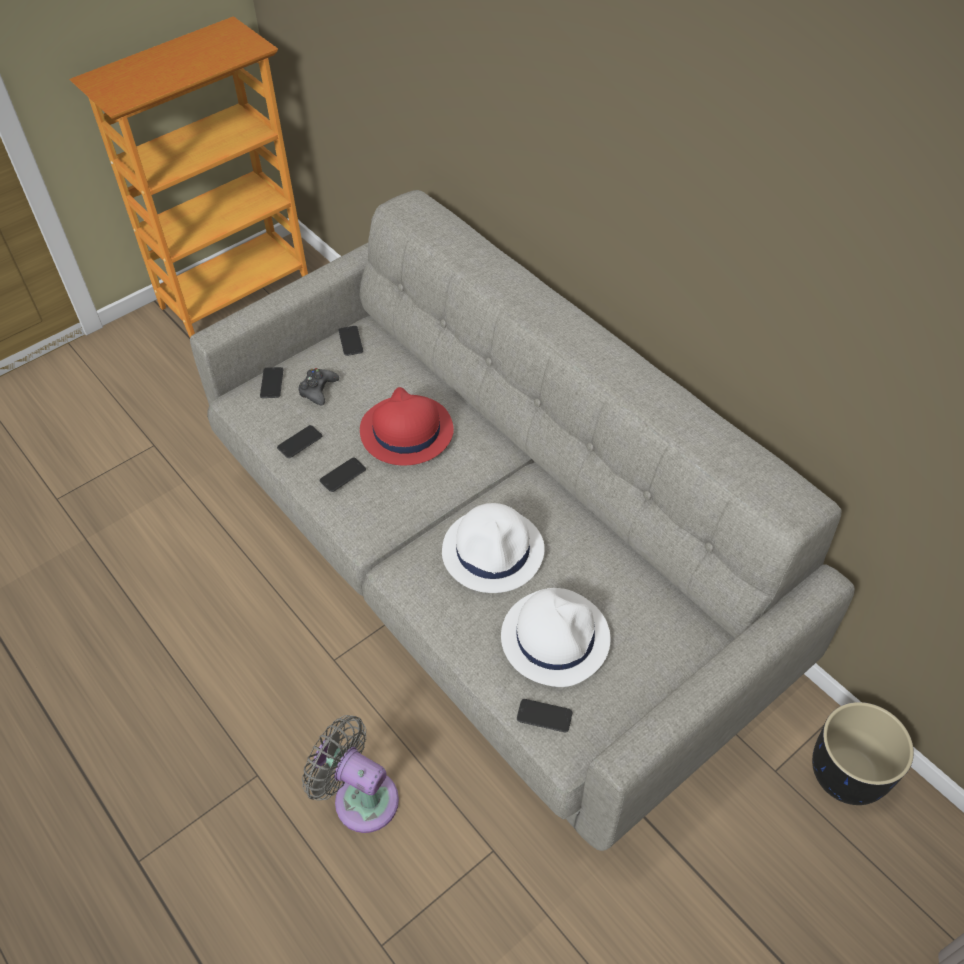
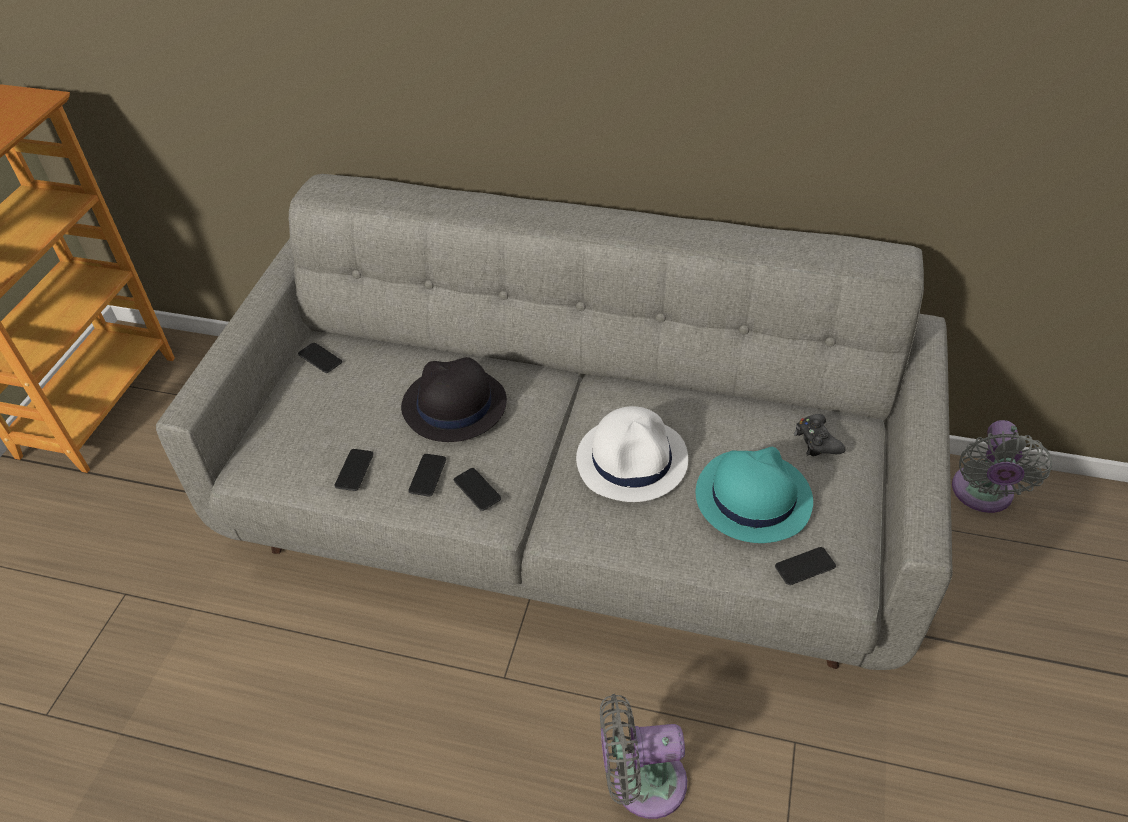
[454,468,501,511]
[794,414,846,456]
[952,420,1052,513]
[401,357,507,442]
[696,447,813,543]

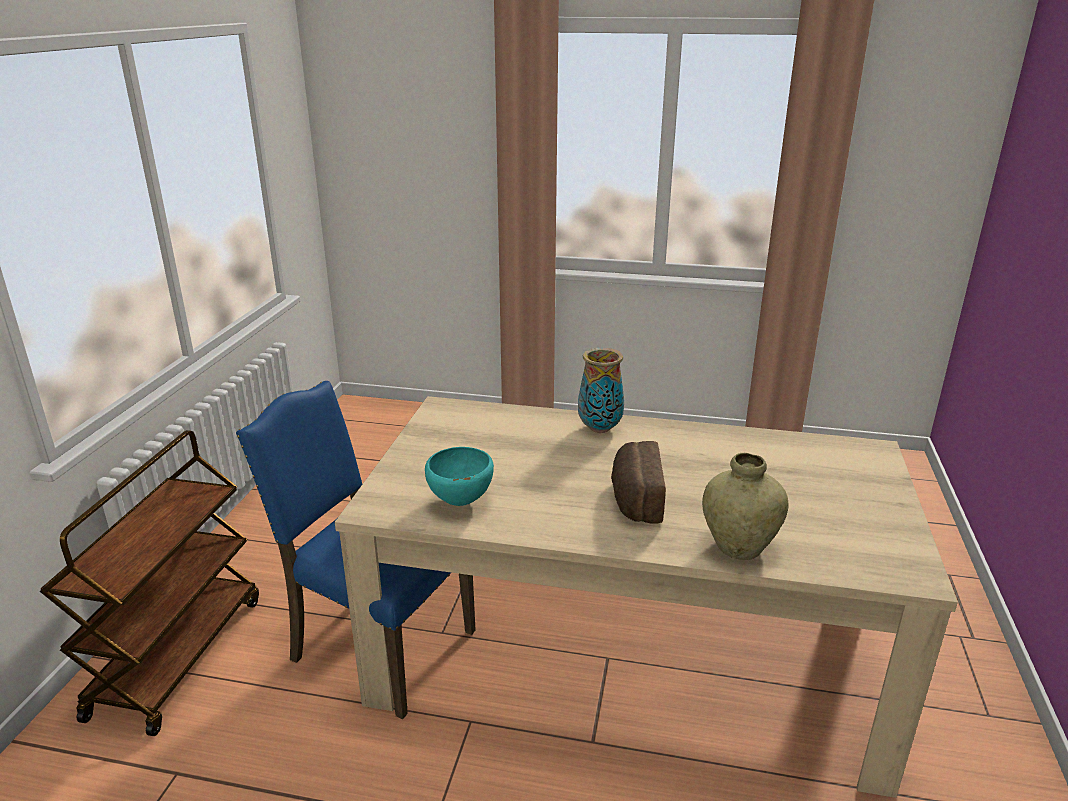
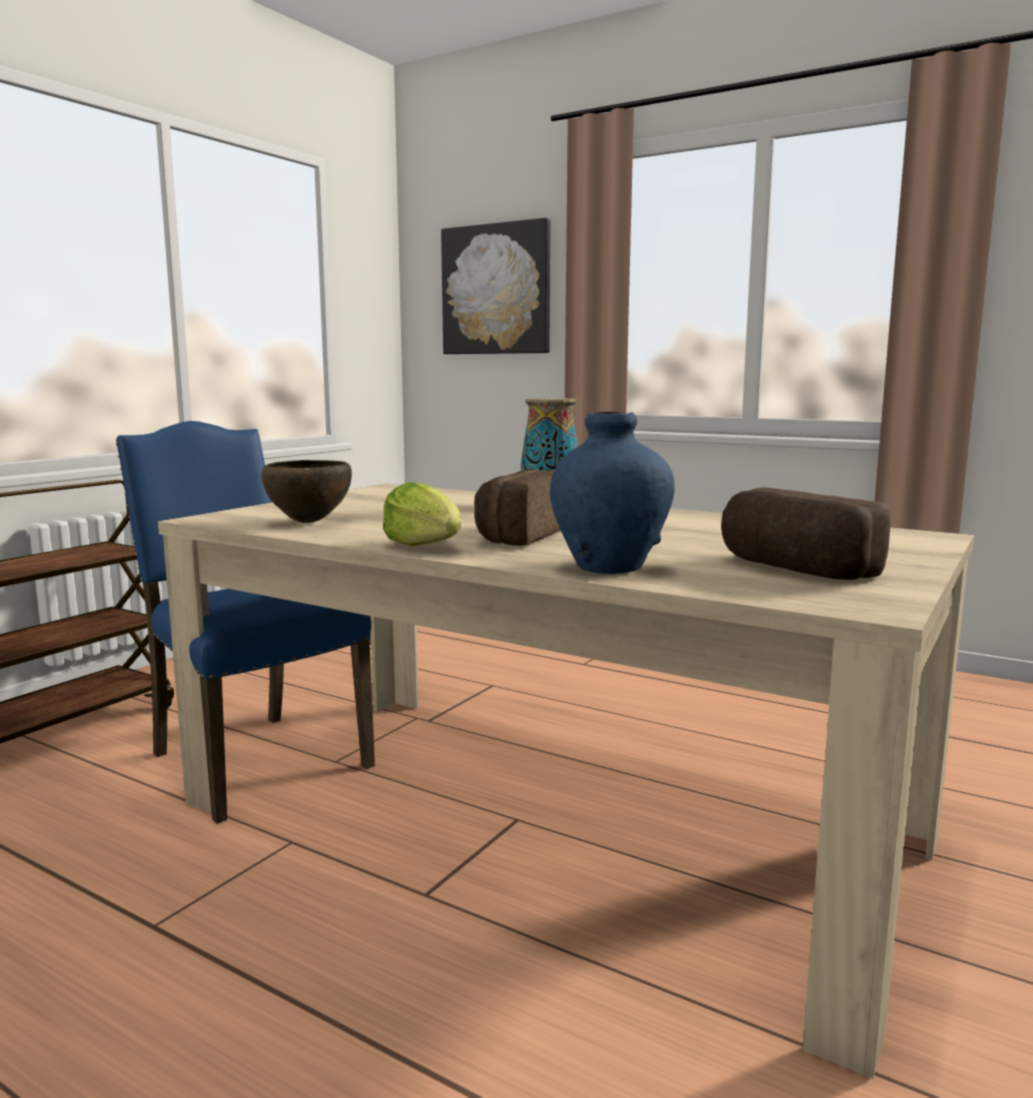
[383,482,461,546]
[441,218,550,354]
[721,487,890,580]
[261,460,352,523]
[550,411,675,574]

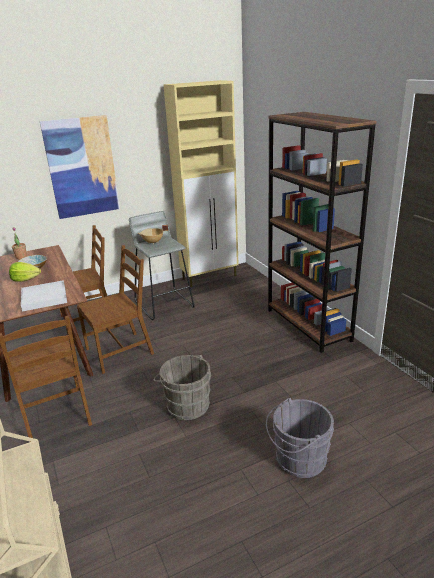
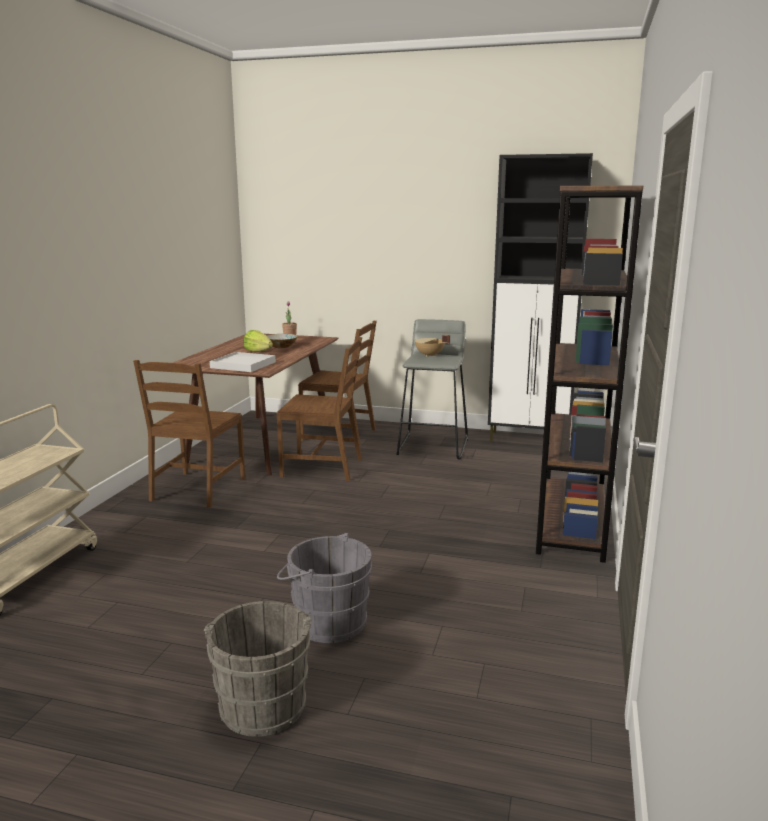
[40,115,120,219] (first image)
[204,601,312,737]
[488,153,593,442]

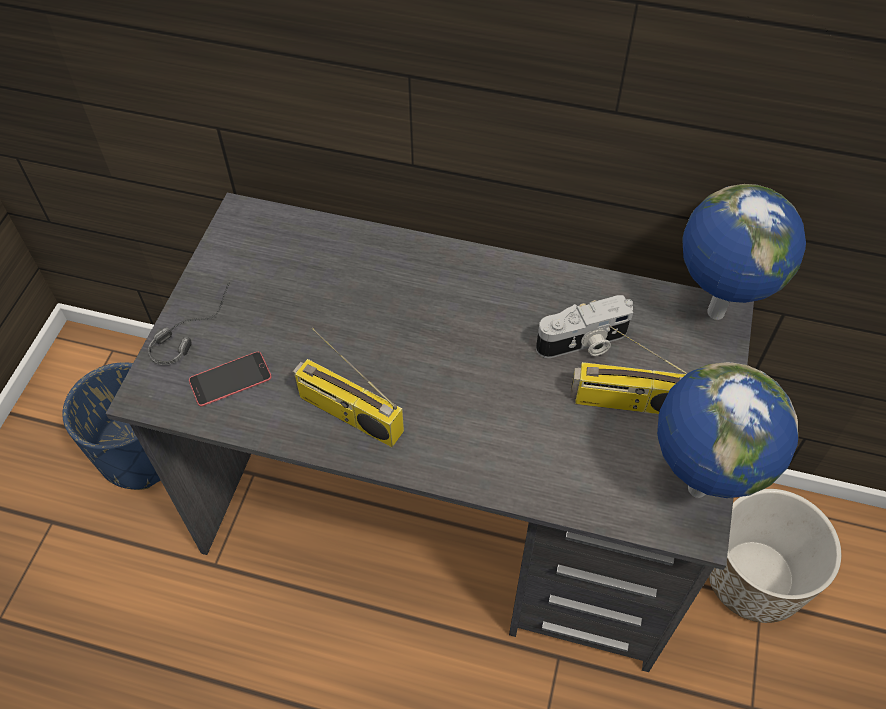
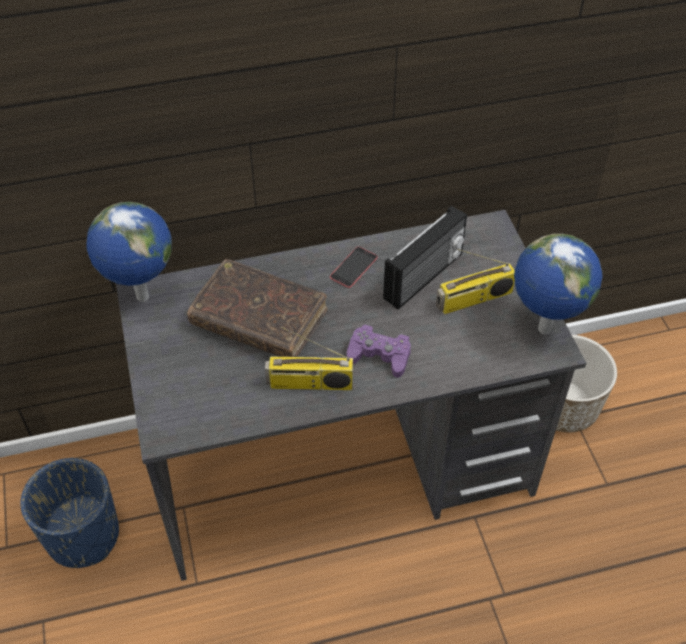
[148,282,230,365] (first image)
[187,259,328,357]
[347,324,411,378]
[330,247,378,288]
[86,202,172,302]
[383,206,467,310]

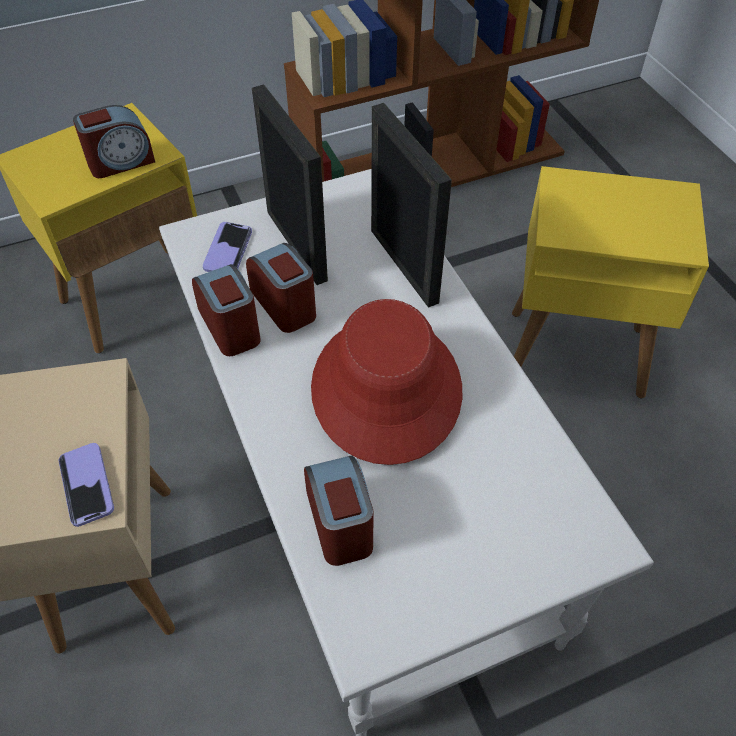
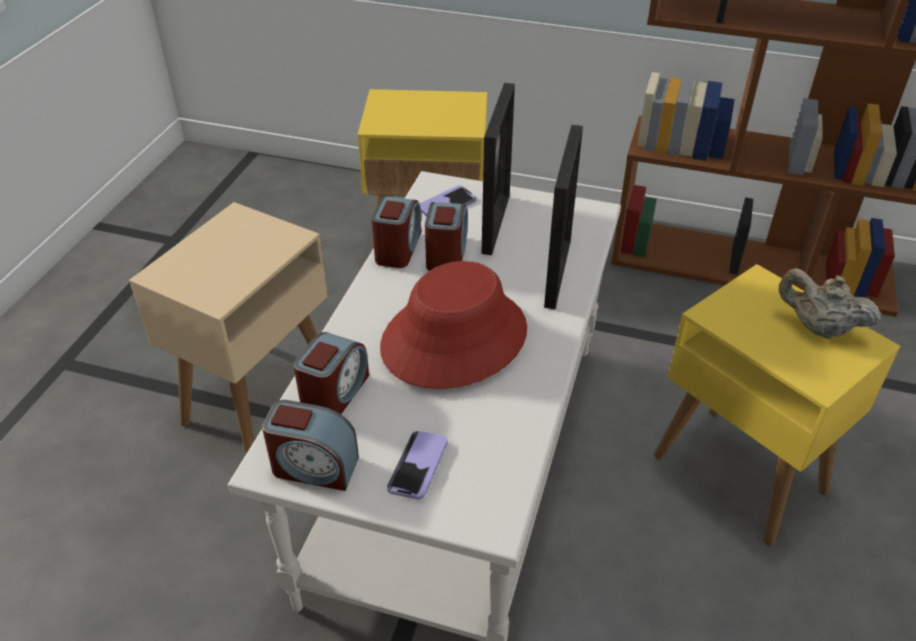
[779,268,881,339]
[387,431,448,499]
[262,400,359,491]

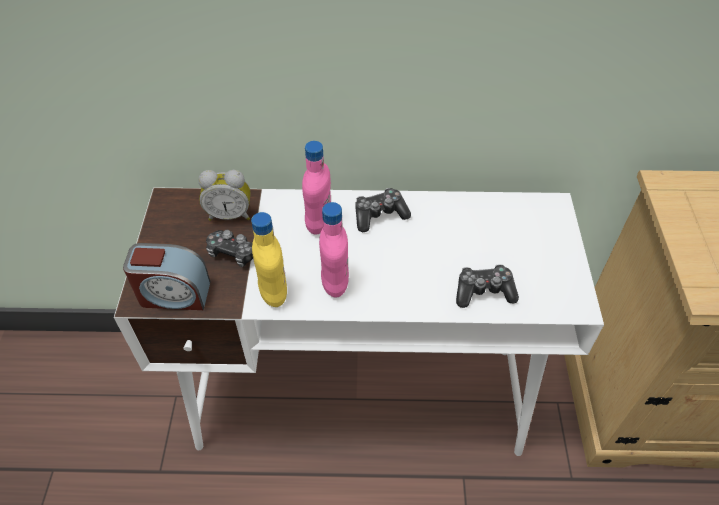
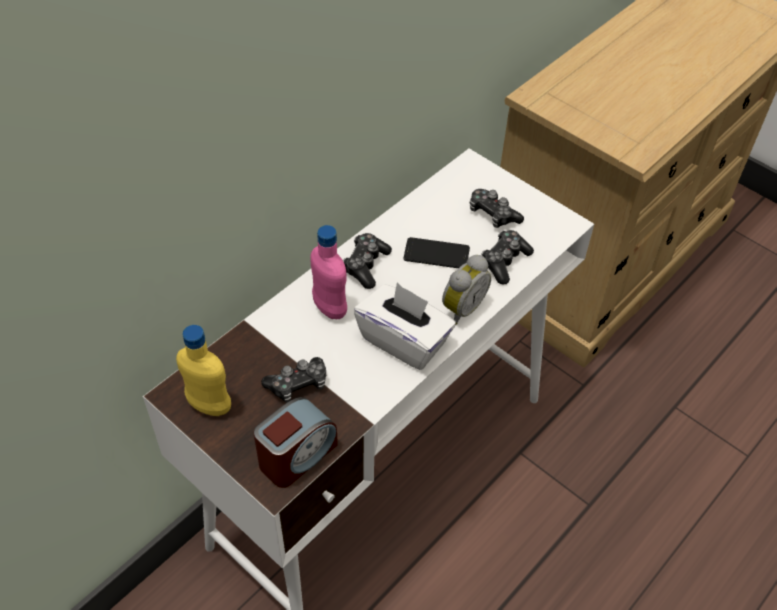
[403,237,470,268]
[470,189,524,228]
[442,255,491,325]
[176,325,231,416]
[354,283,456,370]

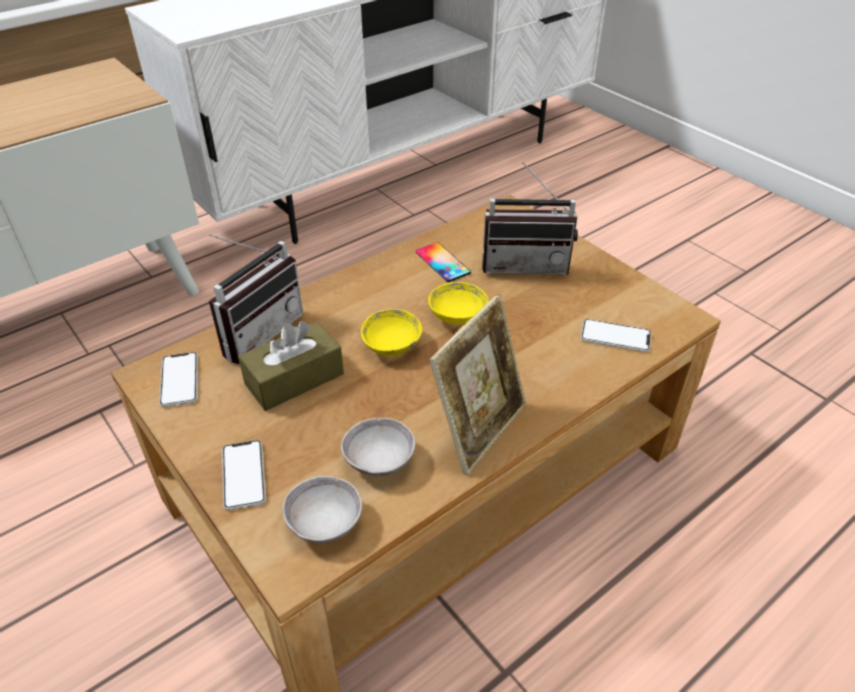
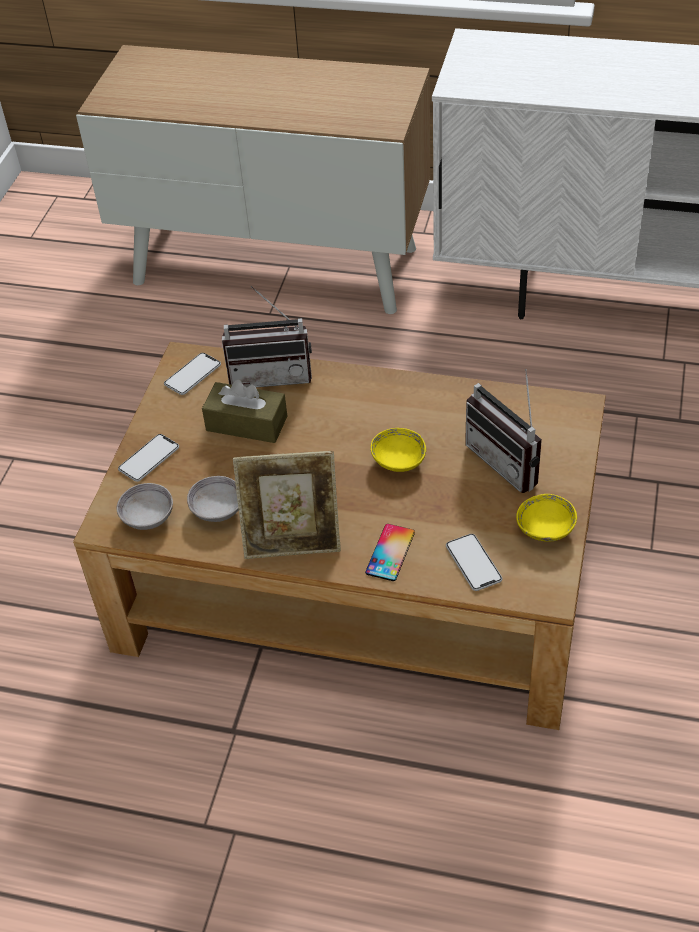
[516,494,577,542]
[365,524,415,581]

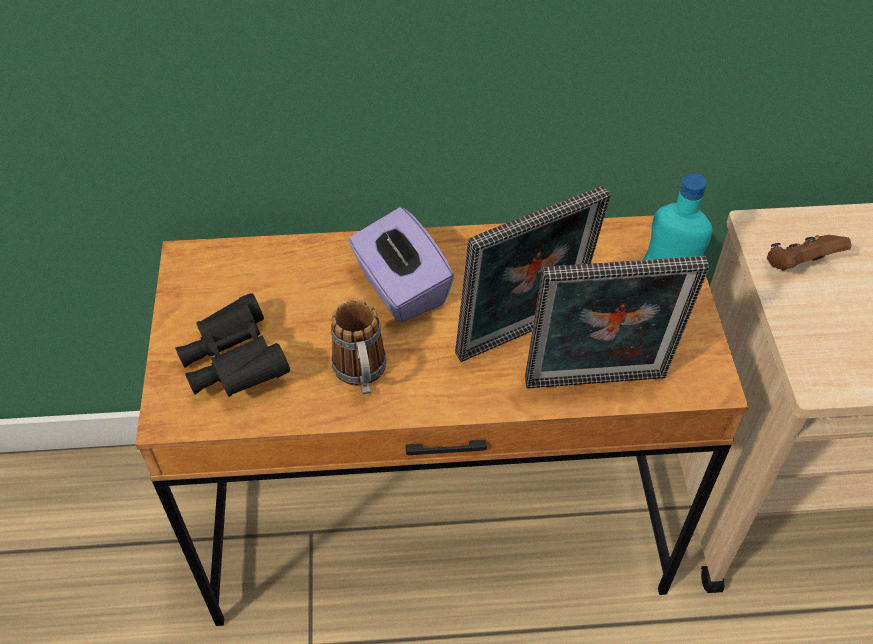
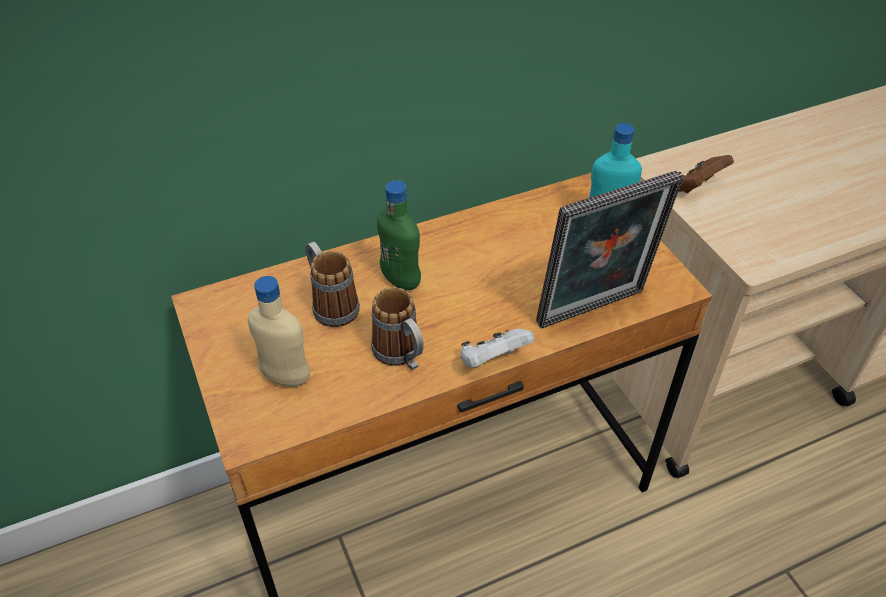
[455,186,611,362] (first image)
[306,242,360,327]
[460,329,535,368]
[248,276,310,387]
[377,180,421,290]

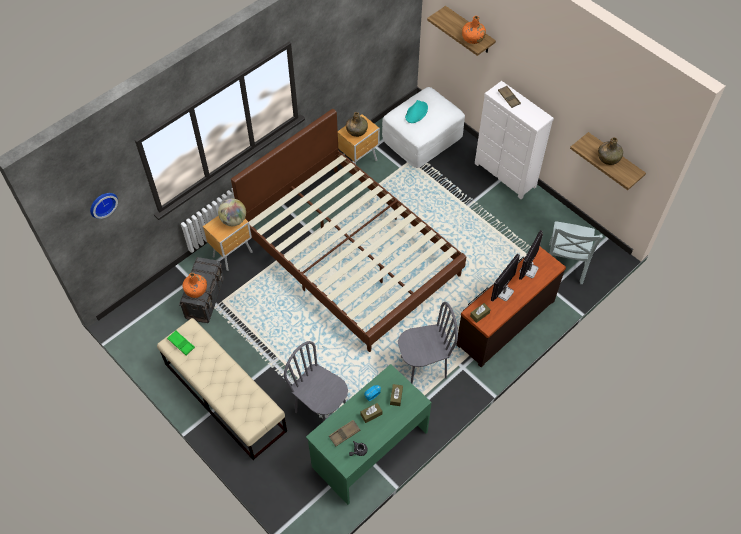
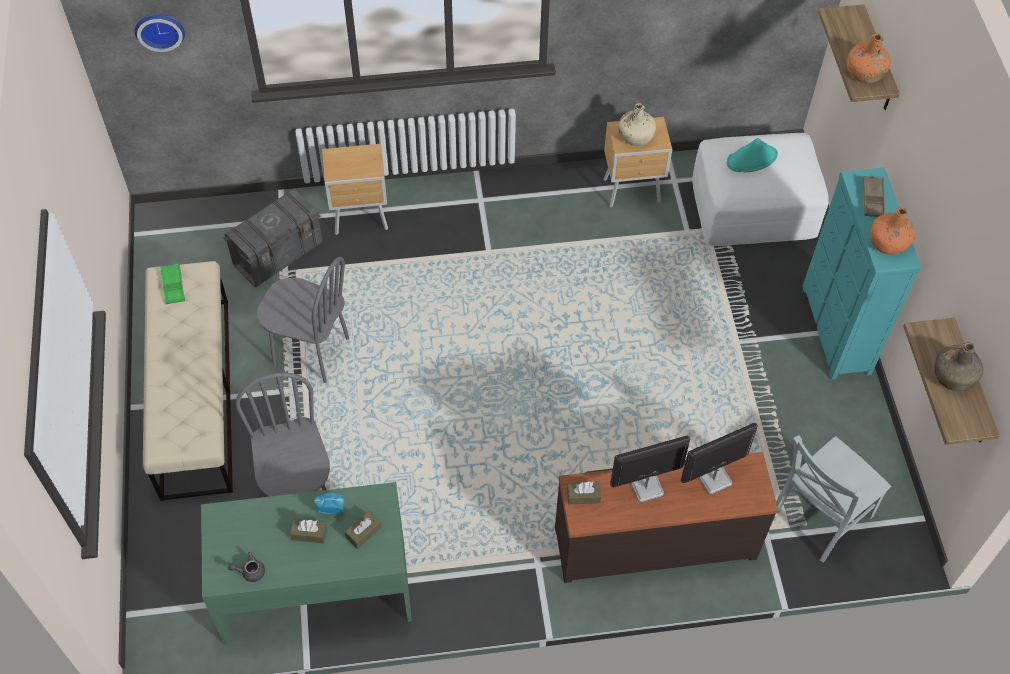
[218,199,246,226] (first image)
[231,109,466,352] (first image)
[329,420,360,447] (first image)
[870,207,916,255]
[257,257,349,383]
[618,103,656,146]
[802,167,922,380]

